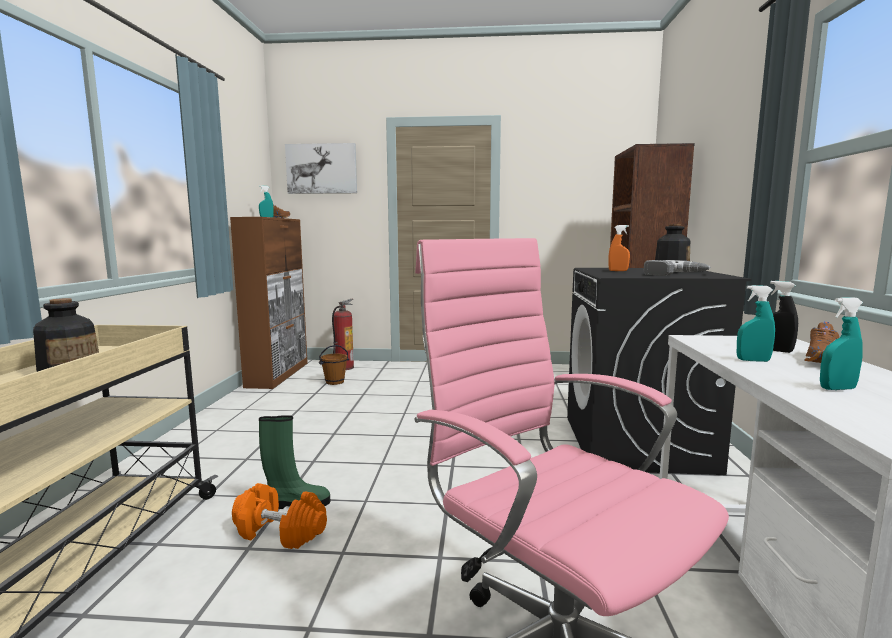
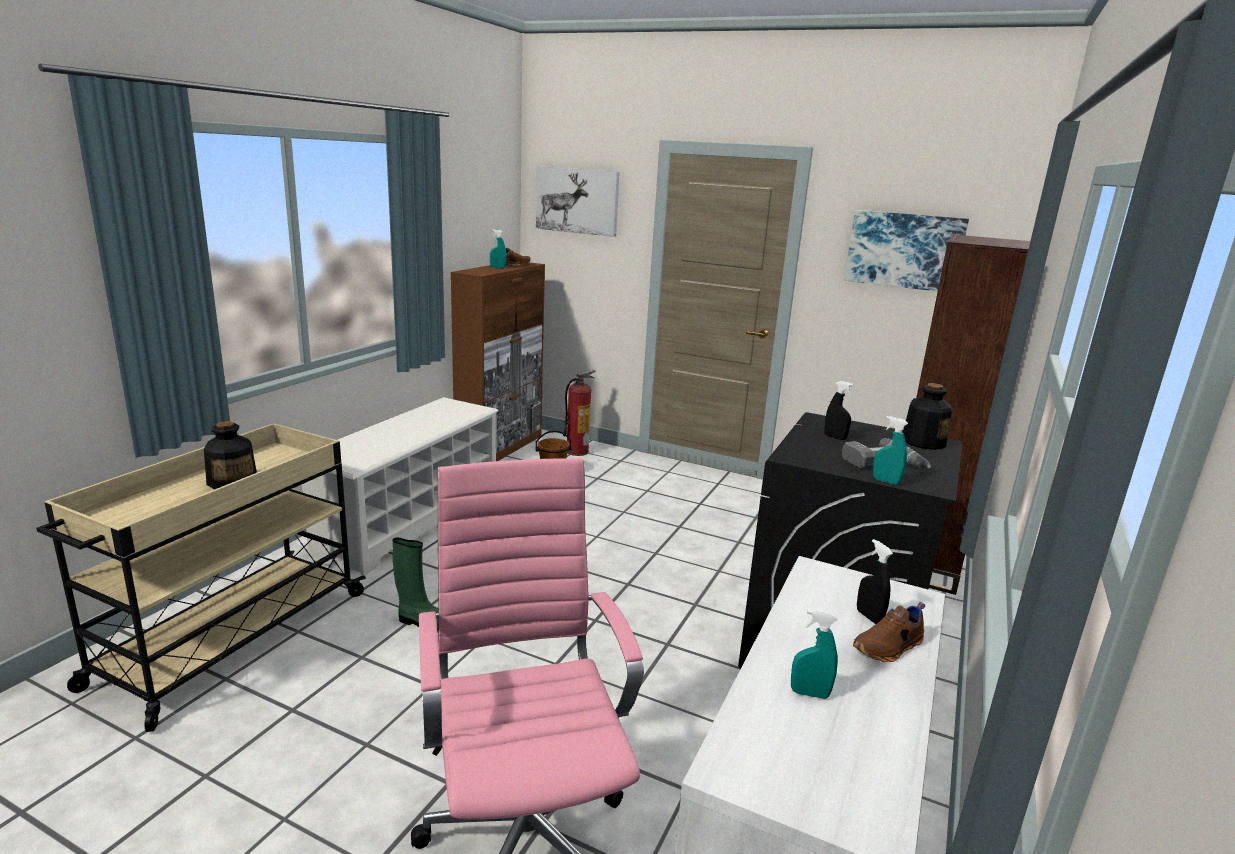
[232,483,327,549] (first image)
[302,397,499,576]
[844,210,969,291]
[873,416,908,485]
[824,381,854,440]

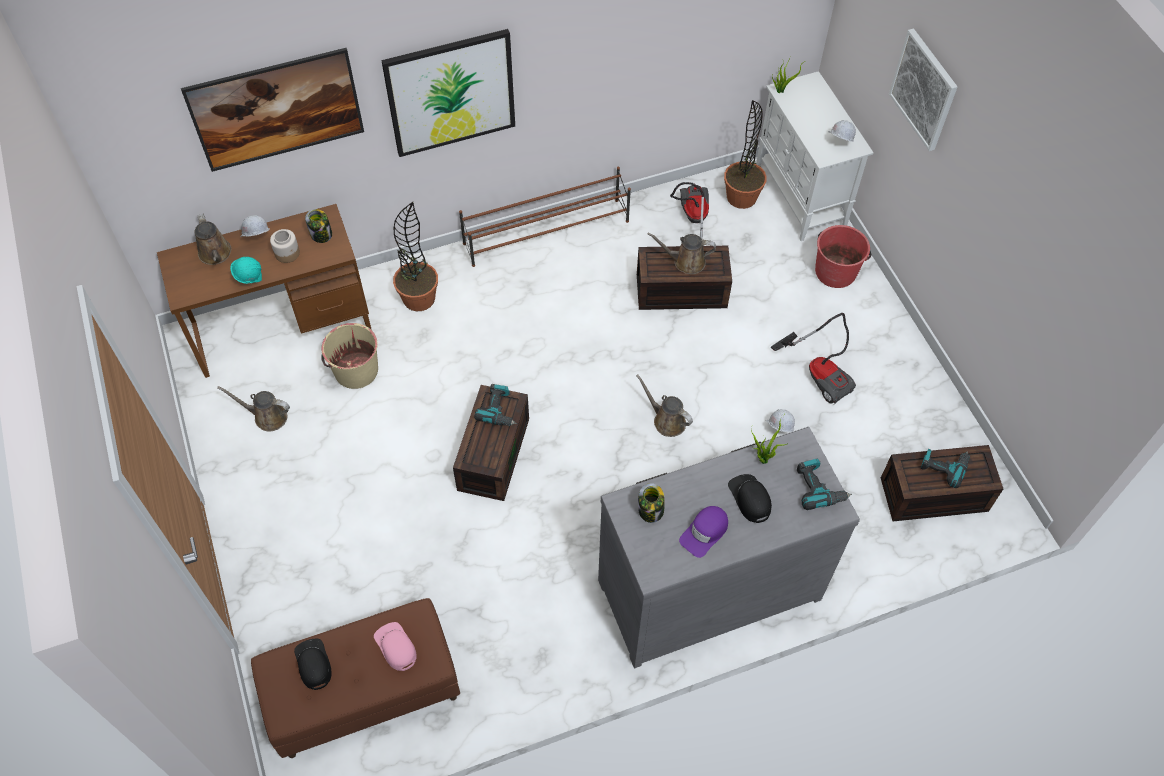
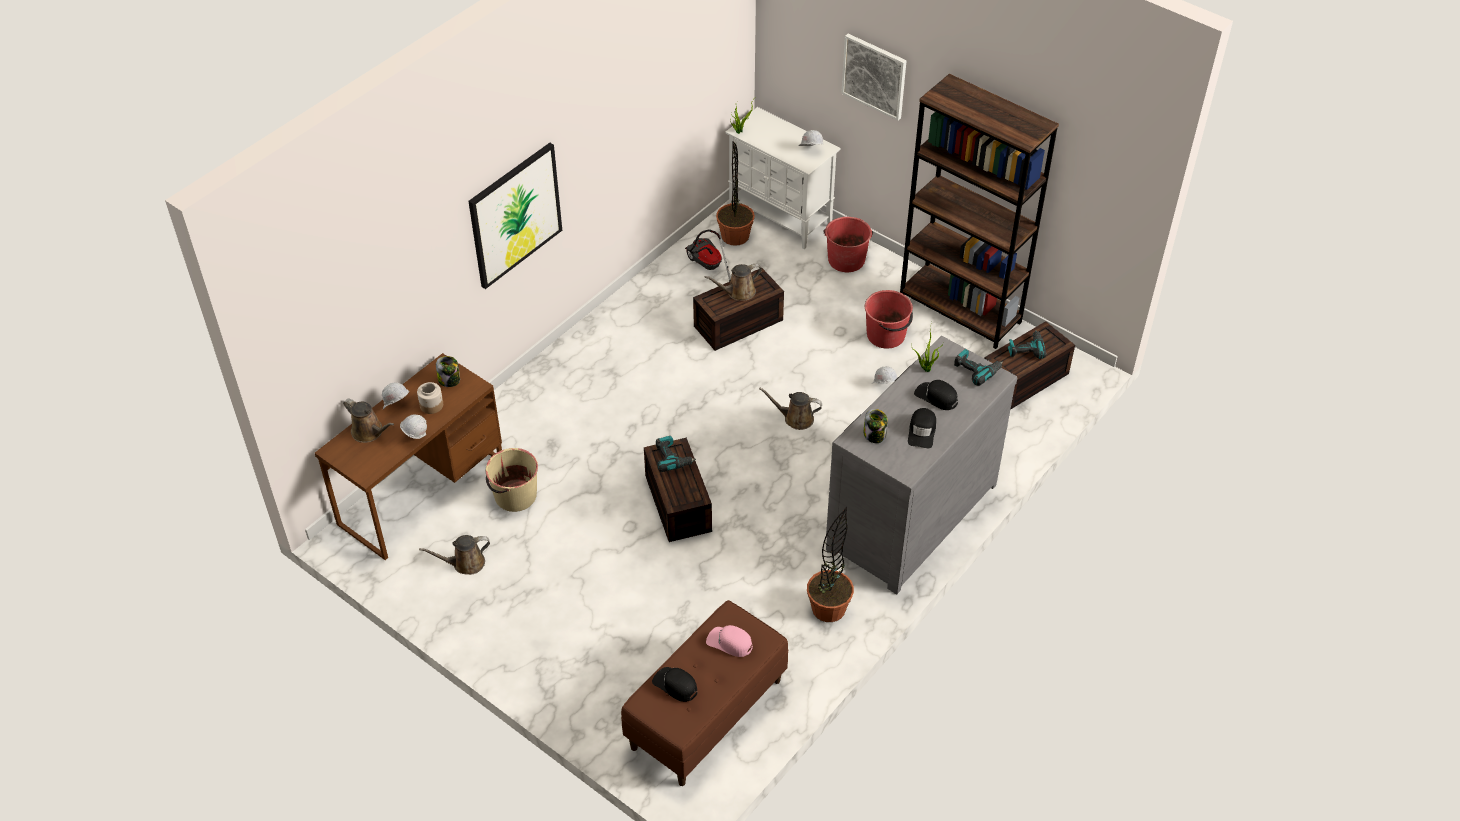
[181,48,364,172] (first image)
[459,166,631,267] (first image)
[900,74,1059,349]
[807,507,854,622]
[865,290,913,348]
[400,415,427,439]
[908,408,936,448]

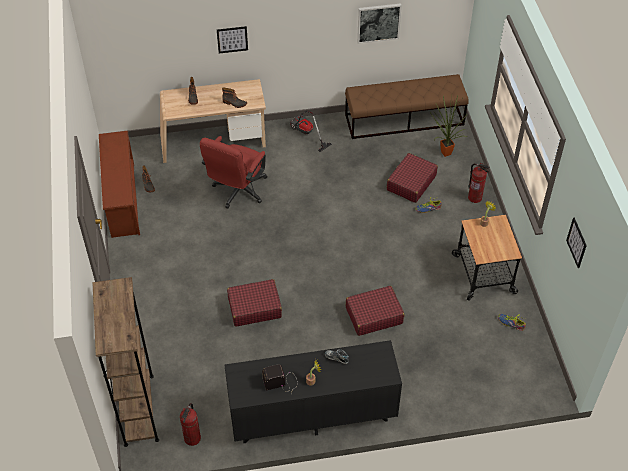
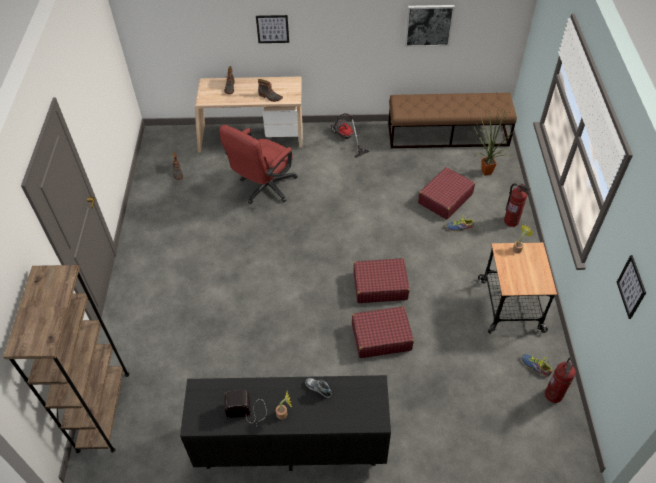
[99,131,140,238] (first image)
[545,357,576,403]
[353,258,410,303]

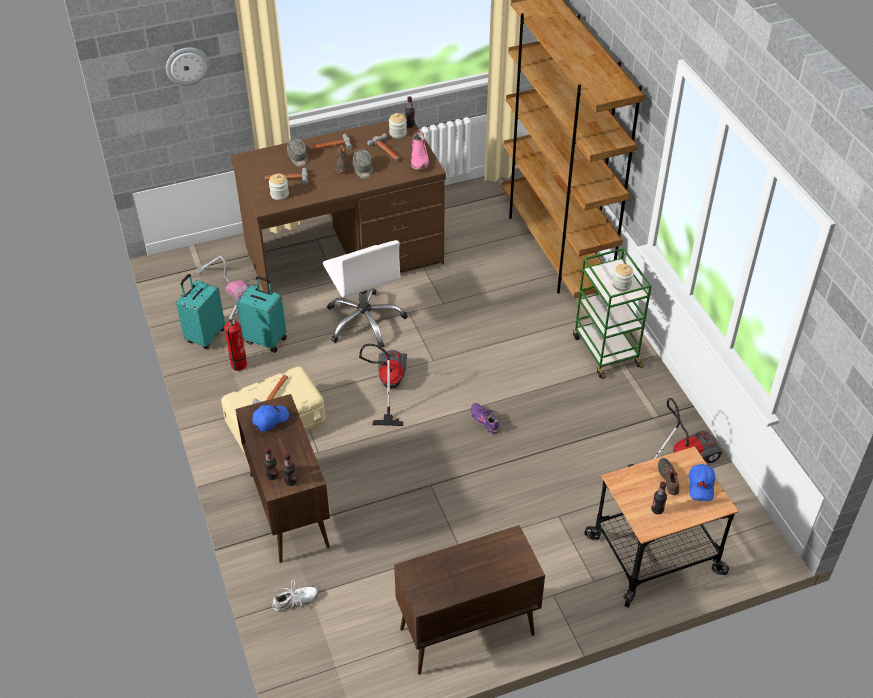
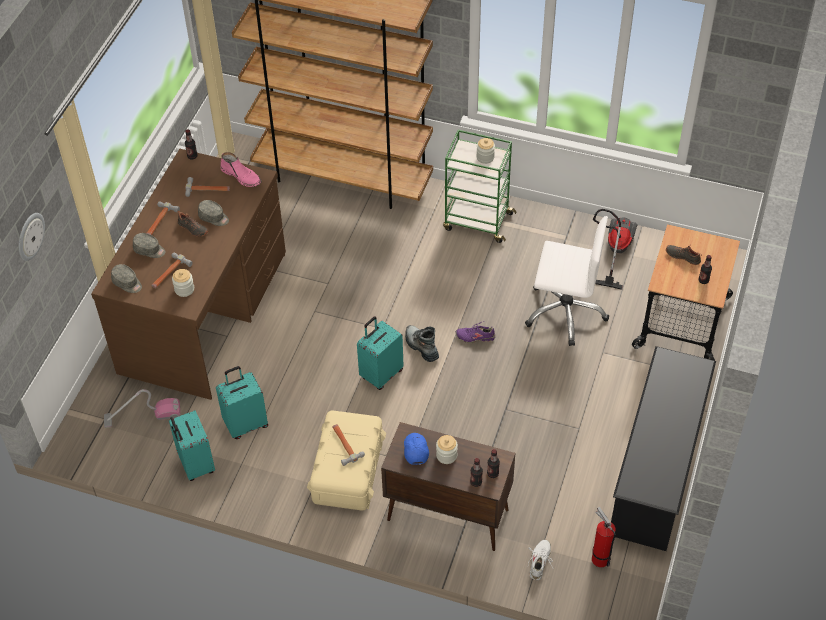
[688,464,715,501] (first image)
[111,264,142,293]
[405,325,439,362]
[592,507,616,567]
[525,216,609,346]
[436,435,458,464]
[357,316,403,390]
[611,346,716,551]

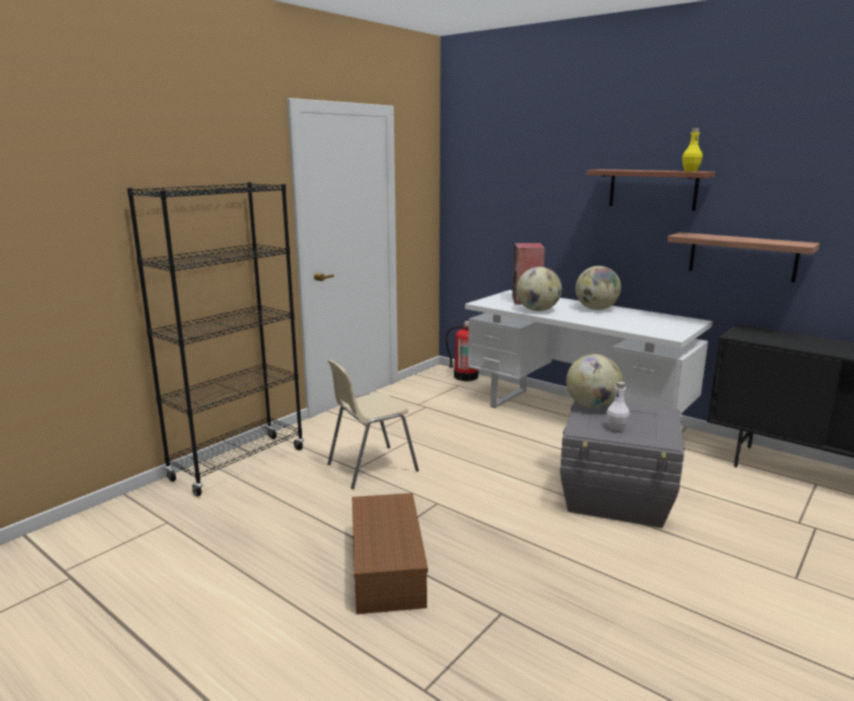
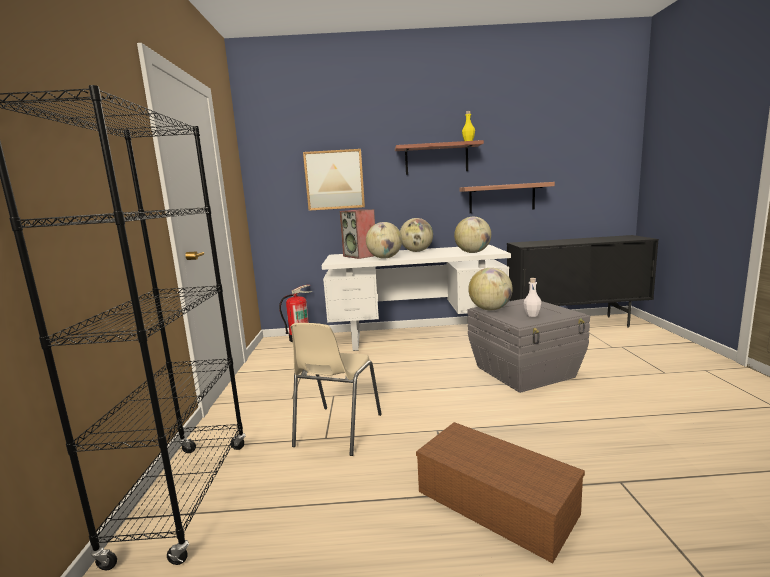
[303,149,365,211]
[454,217,491,253]

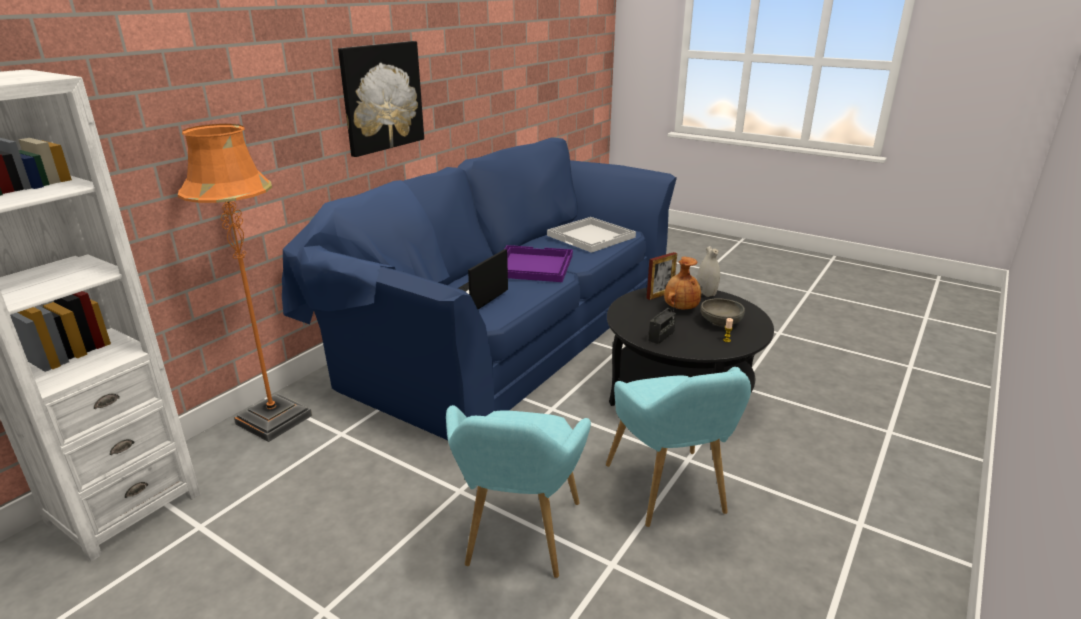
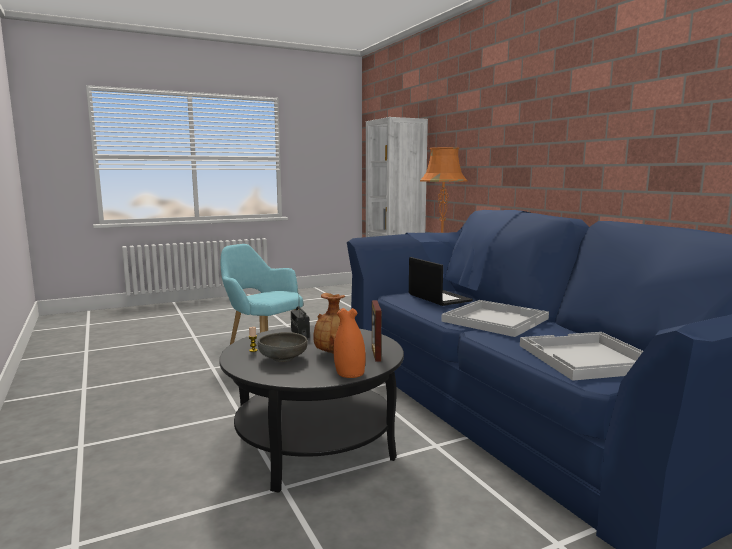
[338,41,424,157] (first image)
[606,367,751,527] (first image)
[441,300,549,337]
[334,308,366,378]

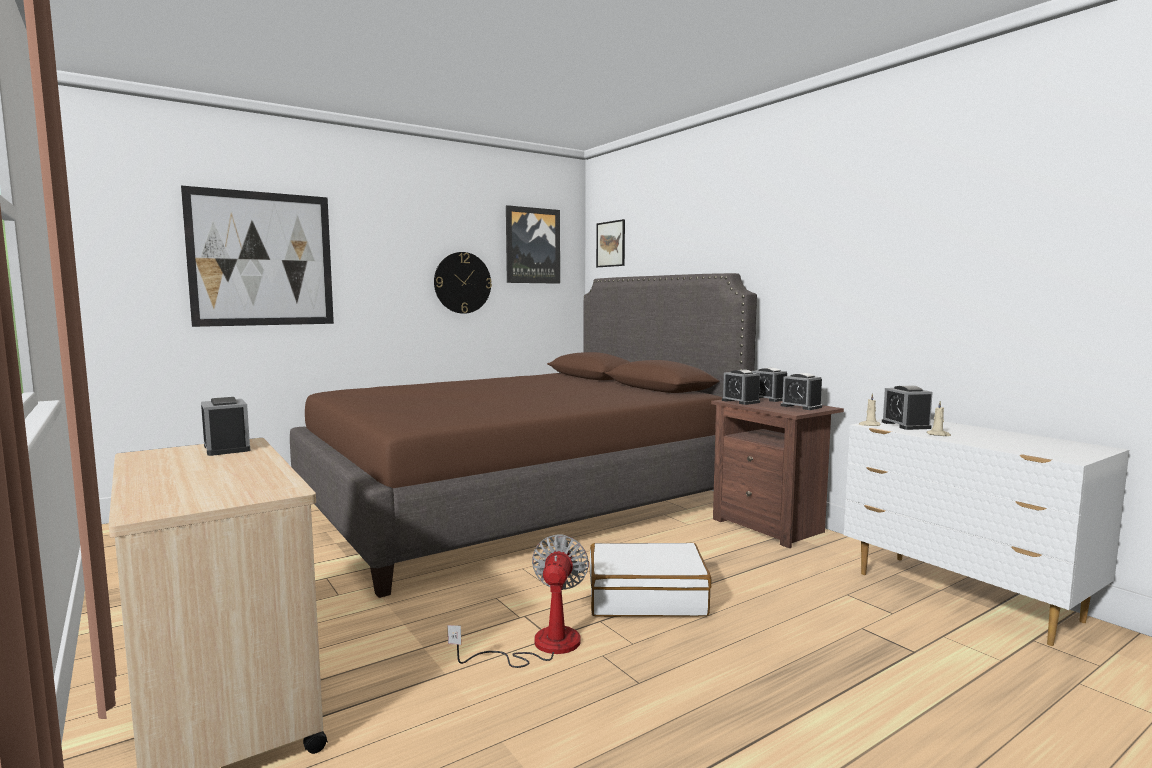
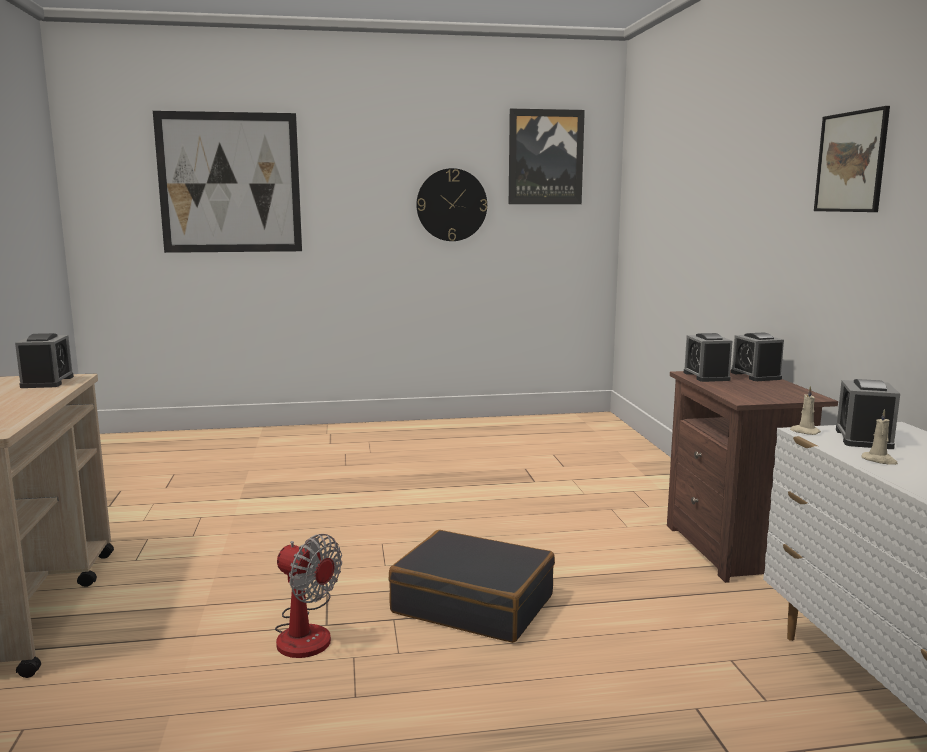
[290,273,757,598] (first image)
[781,373,822,410] (first image)
[814,106,890,212]
[389,530,555,643]
[275,534,342,658]

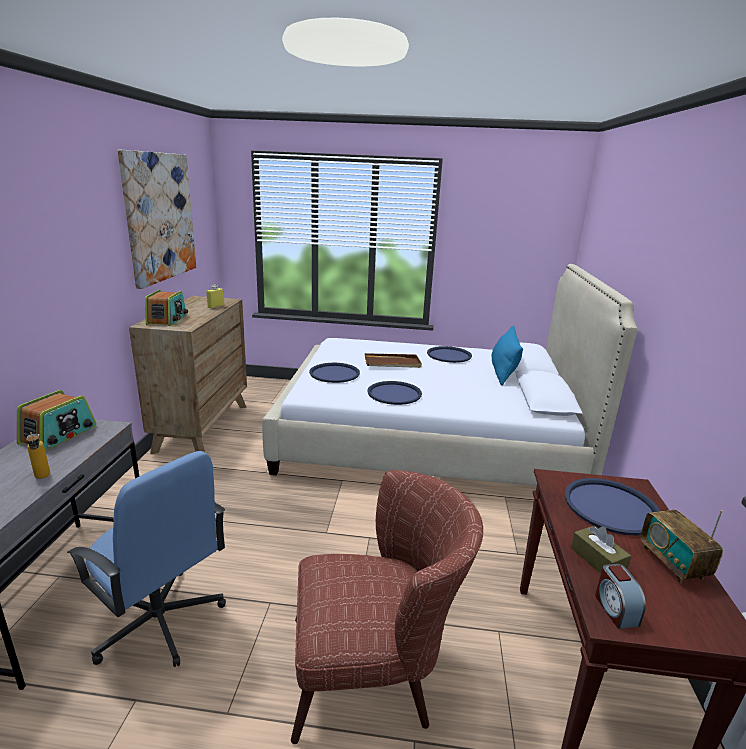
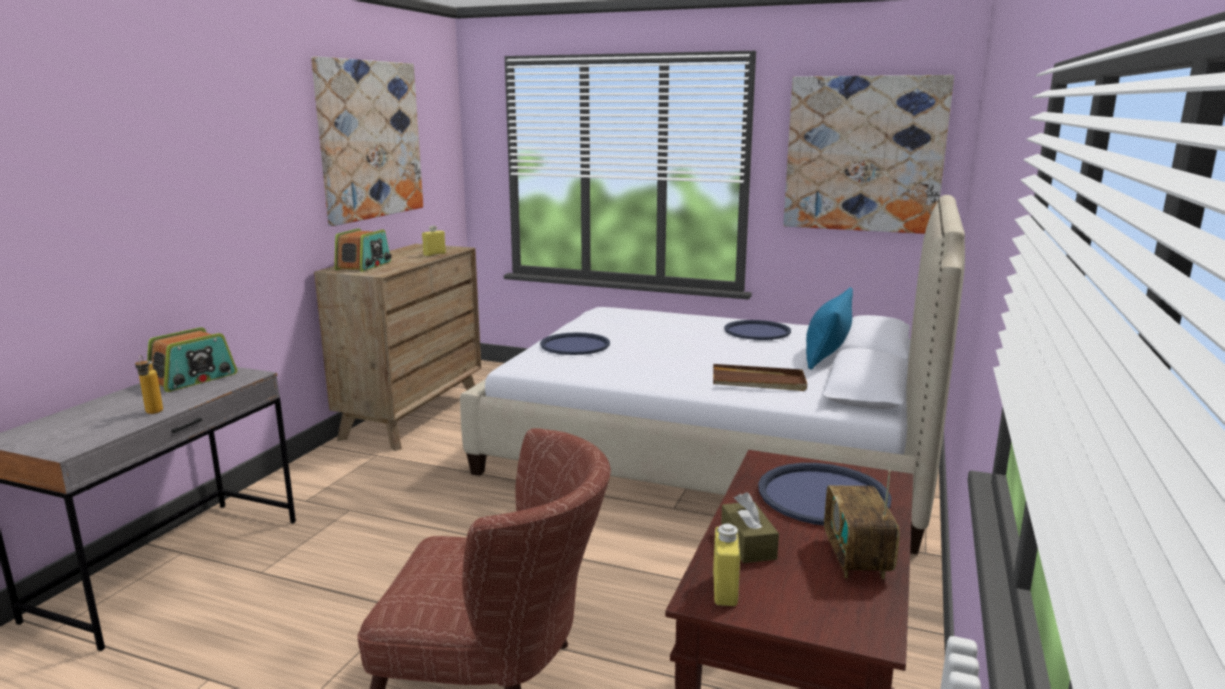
[67,451,226,667] (first image)
[367,381,422,405] (first image)
[783,75,954,234]
[713,364,807,391]
[713,524,740,606]

